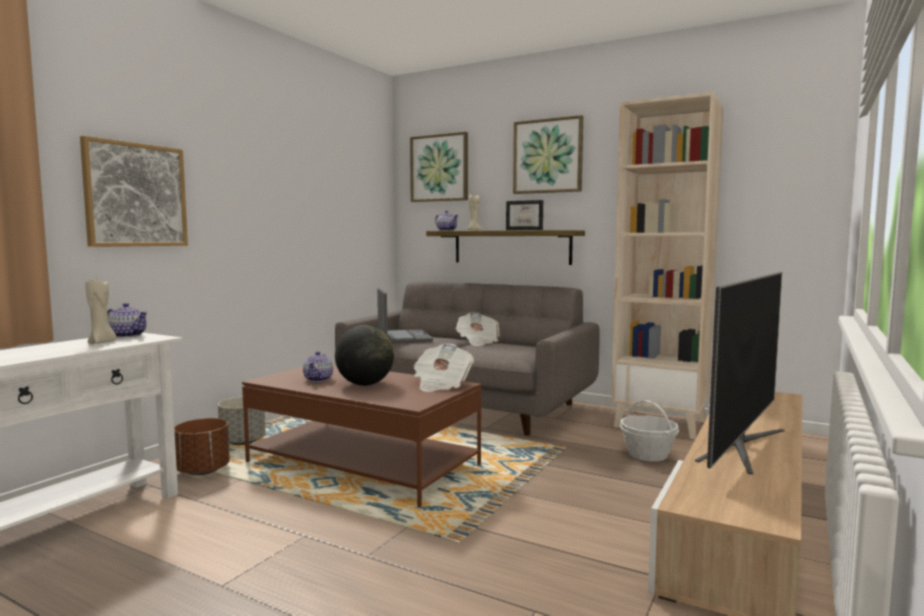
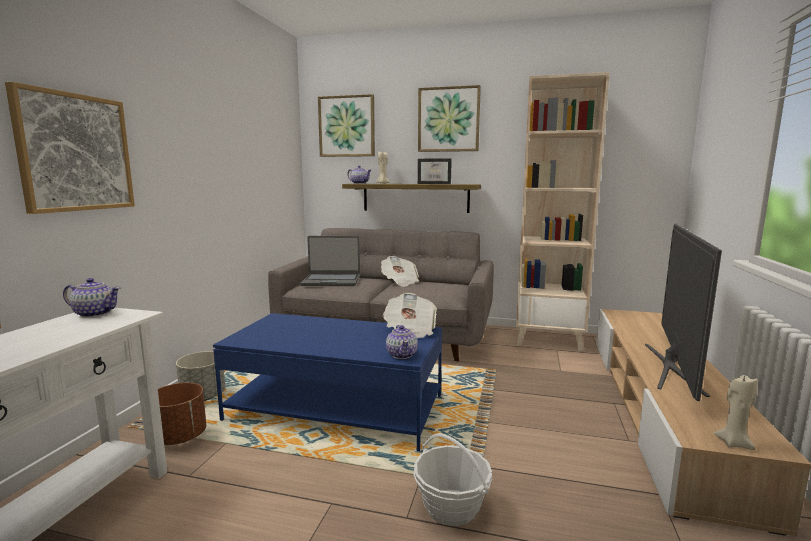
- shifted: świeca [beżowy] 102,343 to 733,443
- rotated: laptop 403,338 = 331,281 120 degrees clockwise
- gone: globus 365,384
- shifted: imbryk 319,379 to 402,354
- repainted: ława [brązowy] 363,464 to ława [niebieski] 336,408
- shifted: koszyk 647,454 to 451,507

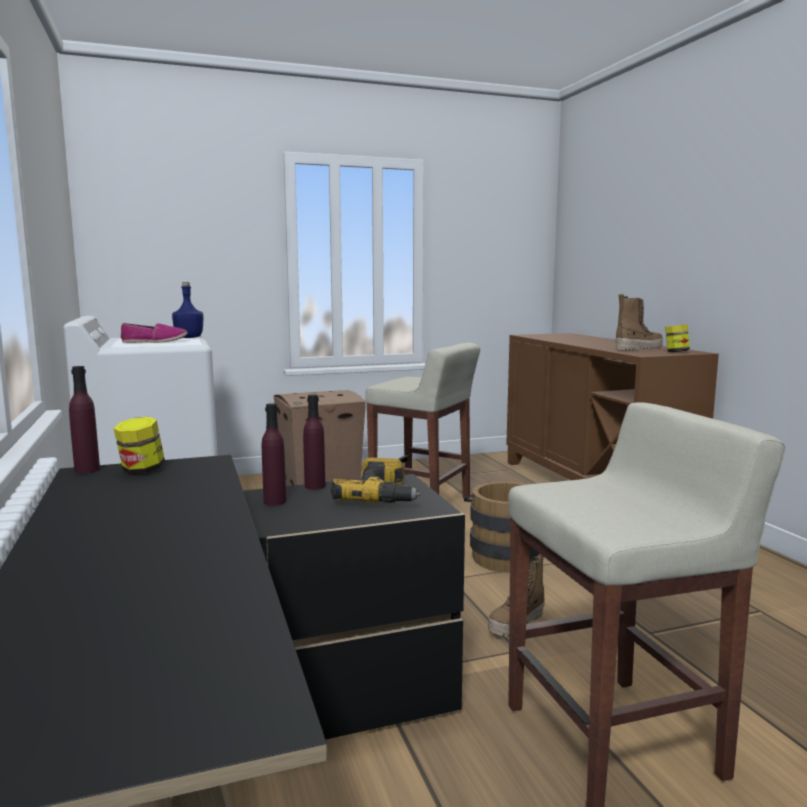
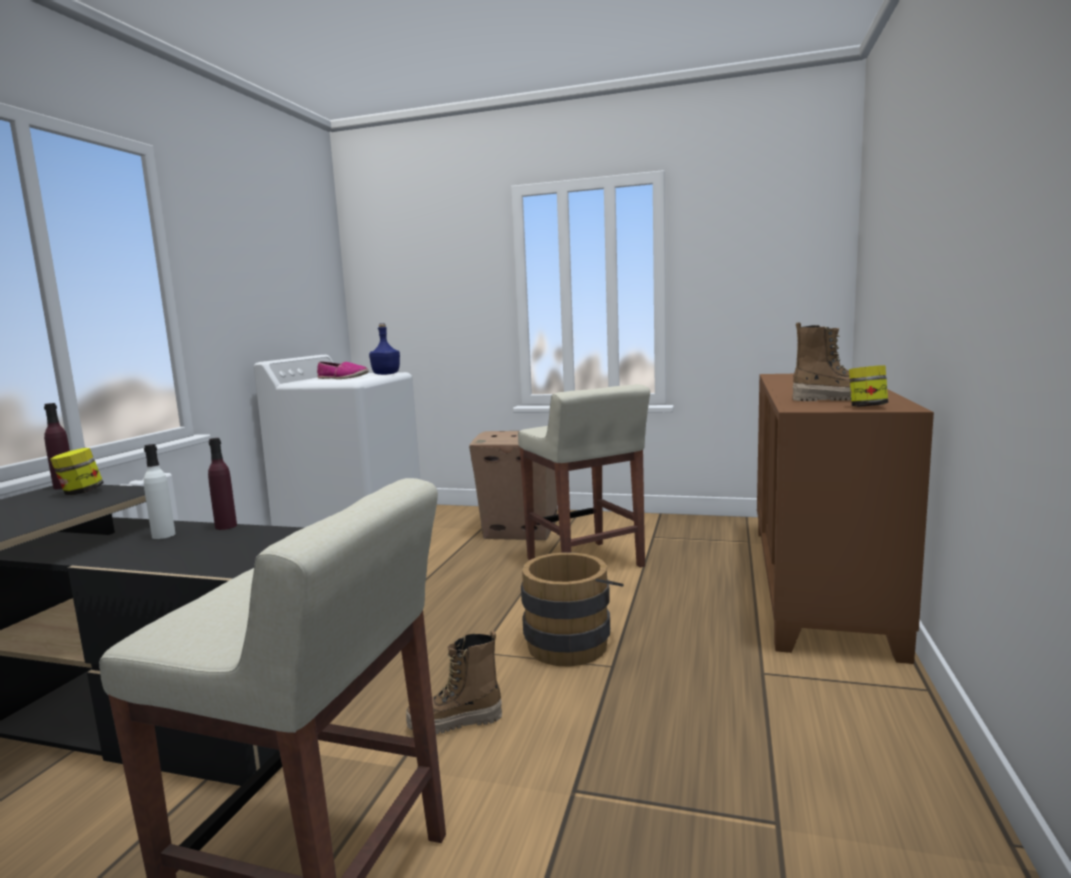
- repainted: butelka [fioletowy] 274,501 to butelka [biały] 163,535
- gone: wiertarka 382,496

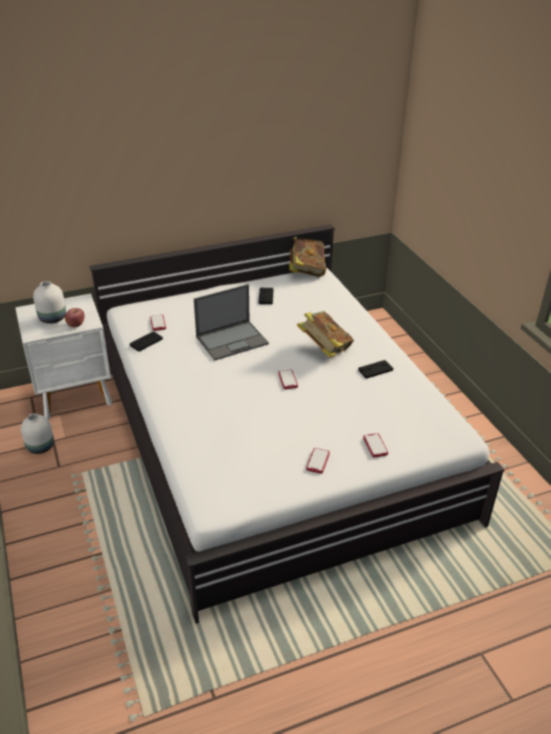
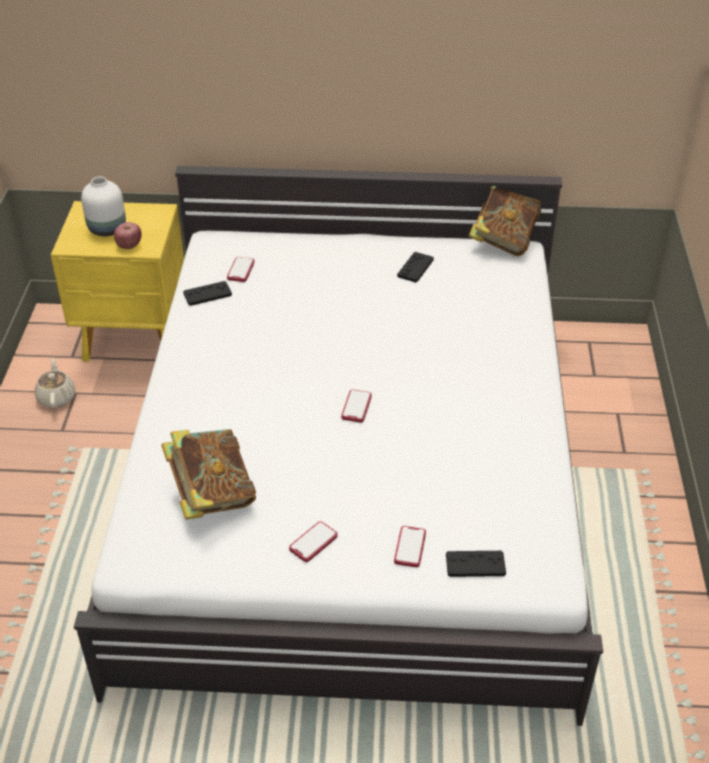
- gone: laptop 232,340
- repainted: szafka nocna [biały] 75,395 to szafka nocna [żółty] 137,338
- shifted: książka 324,349 to 211,495
- shifted: pad do gier [czarny] 375,370 to 475,564
- swapped: wazon [biały] 41,447 to imbryk [beżowy] 57,397

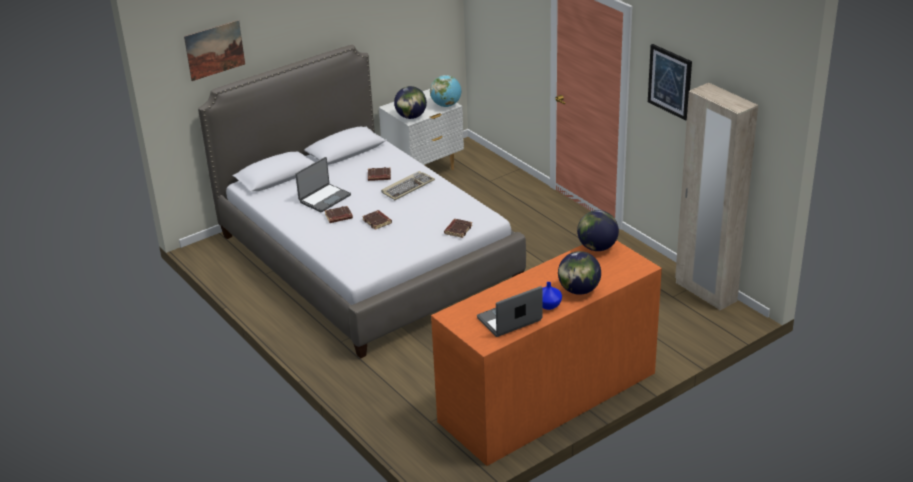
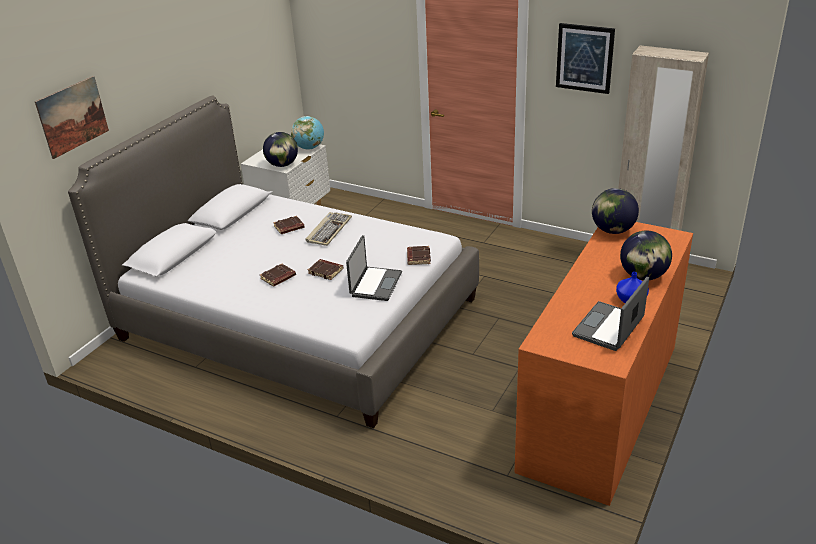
- shifted: laptop 324,198 to 375,284

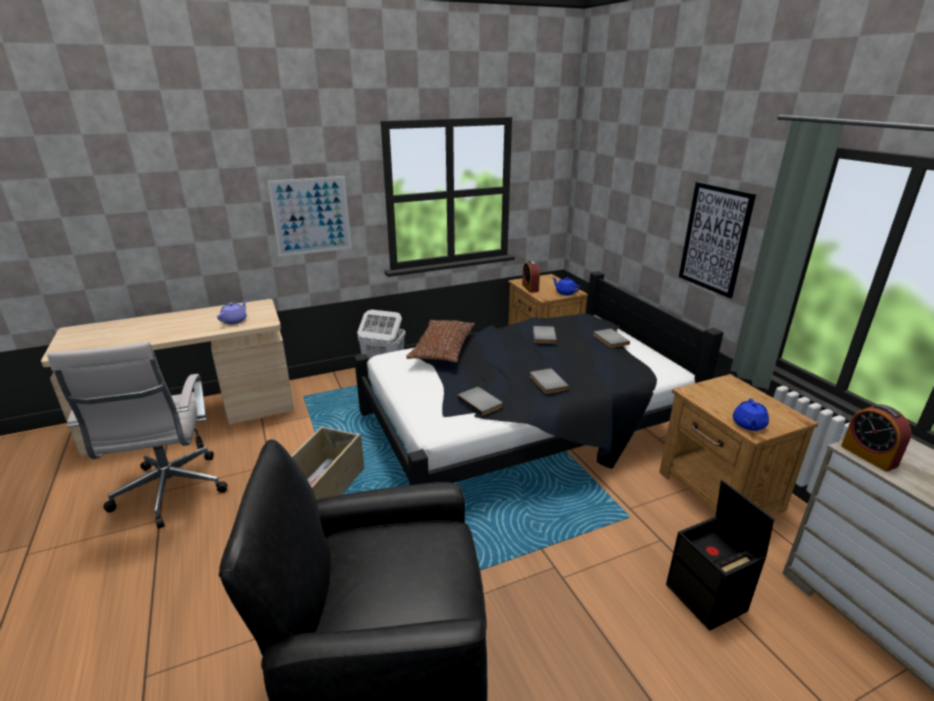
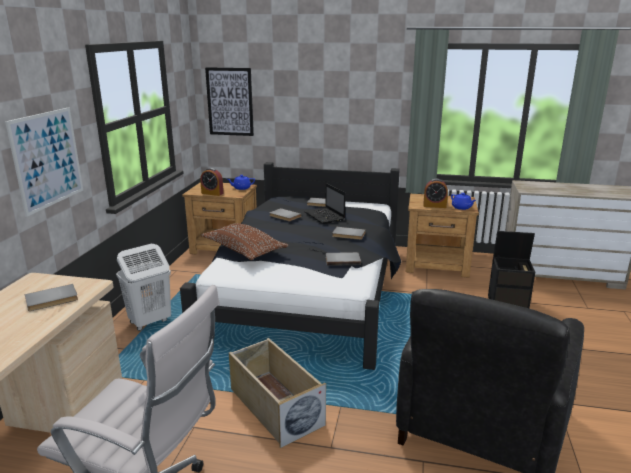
- shifted: obraz 714,239 to 230,102
- swapped: imbryk [fioletowy] 235,320 to książka [szary] 52,300
- shifted: budzik 868,455 to 434,206
- new: laptop 325,216

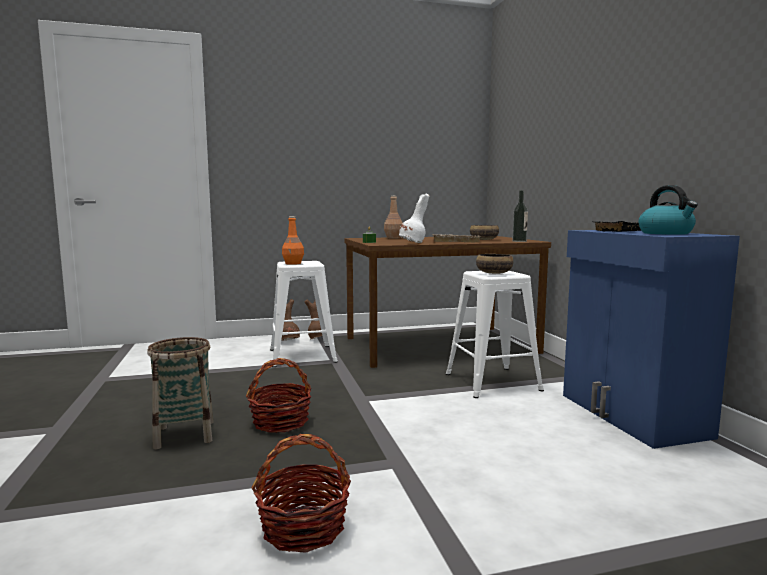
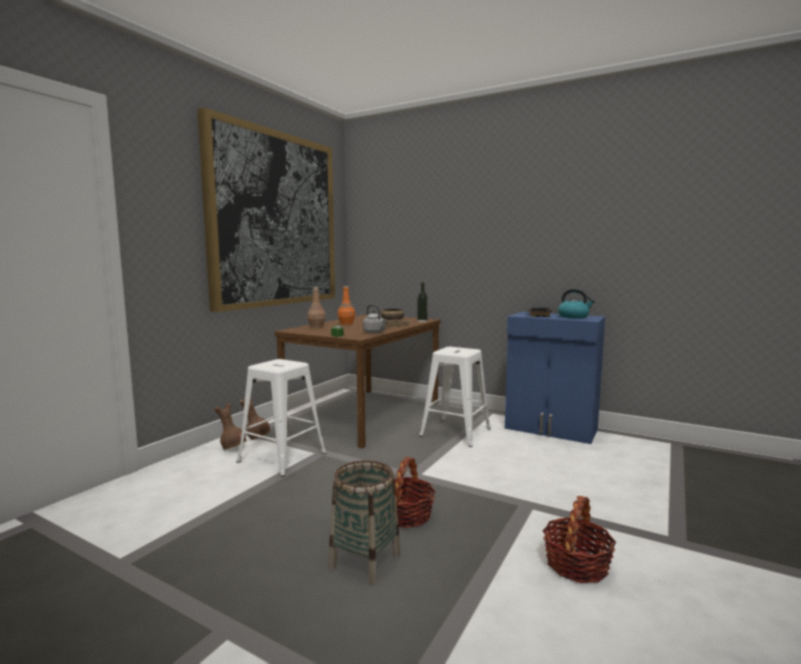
- swapped: wazon [biały] 413,243 to czajnik [szary] 375,332
- shifted: butelka [pomarańczowy] 293,263 to 346,323
- gone: miska 493,273
- new: obraz 275,220

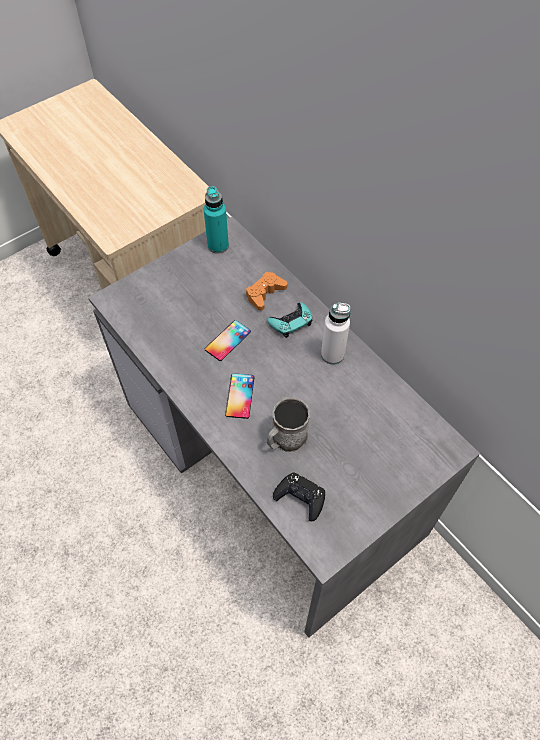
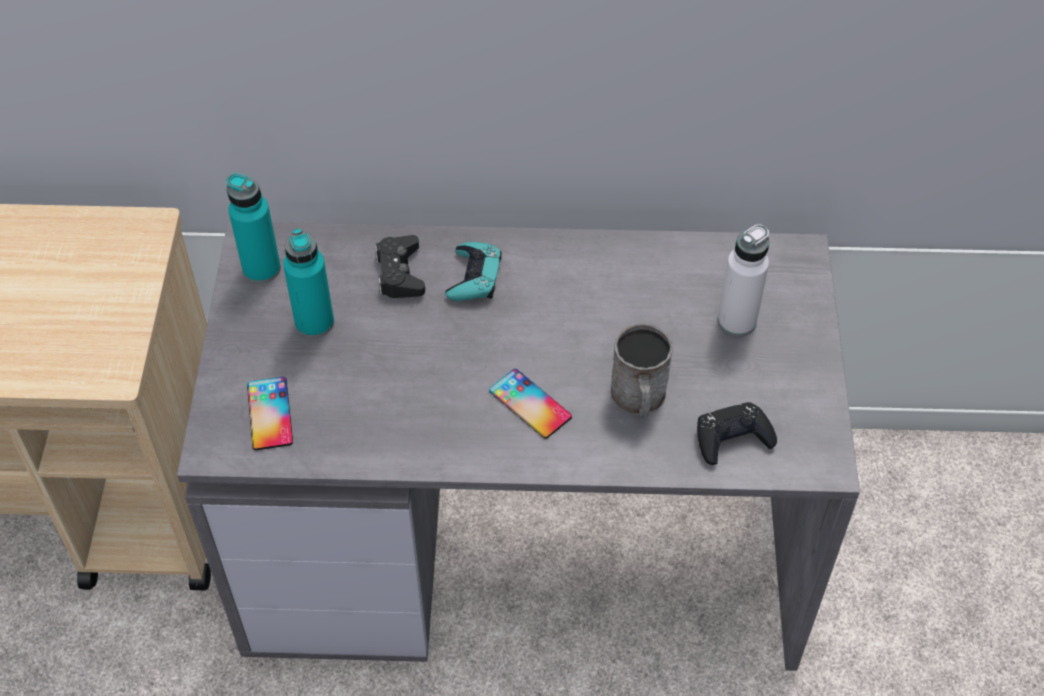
- repainted: pad do gier [pomarańczowy] 265,293 to pad do gier [czarny] 399,273
- shifted: butelka [biały] 332,354 to 736,321
- shifted: telefon 227,340 to 270,413
- new: butelka [turkusowy] 314,322

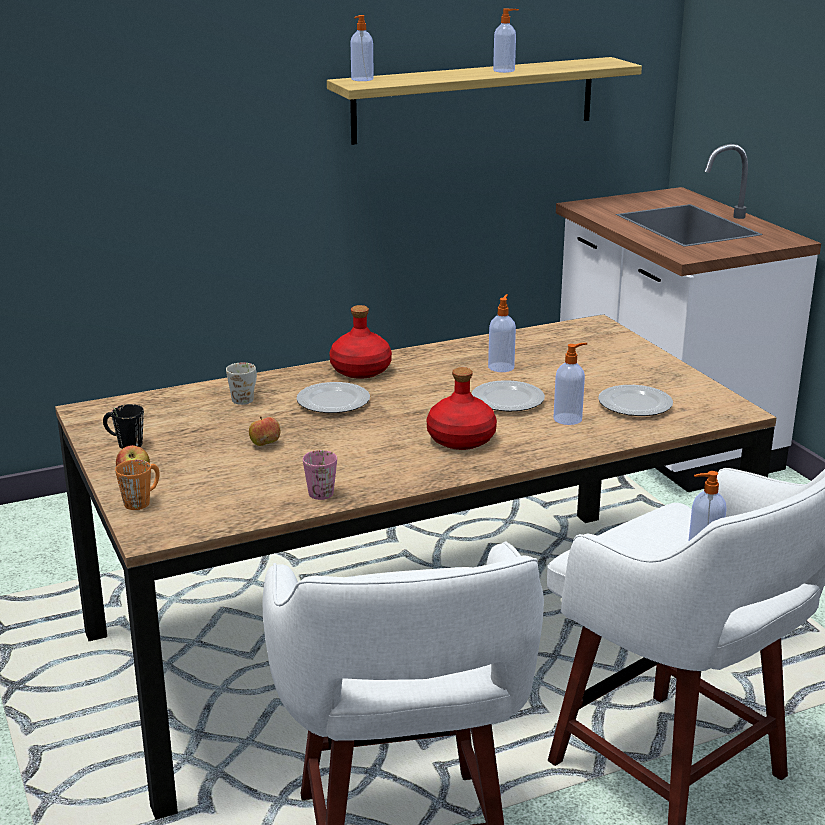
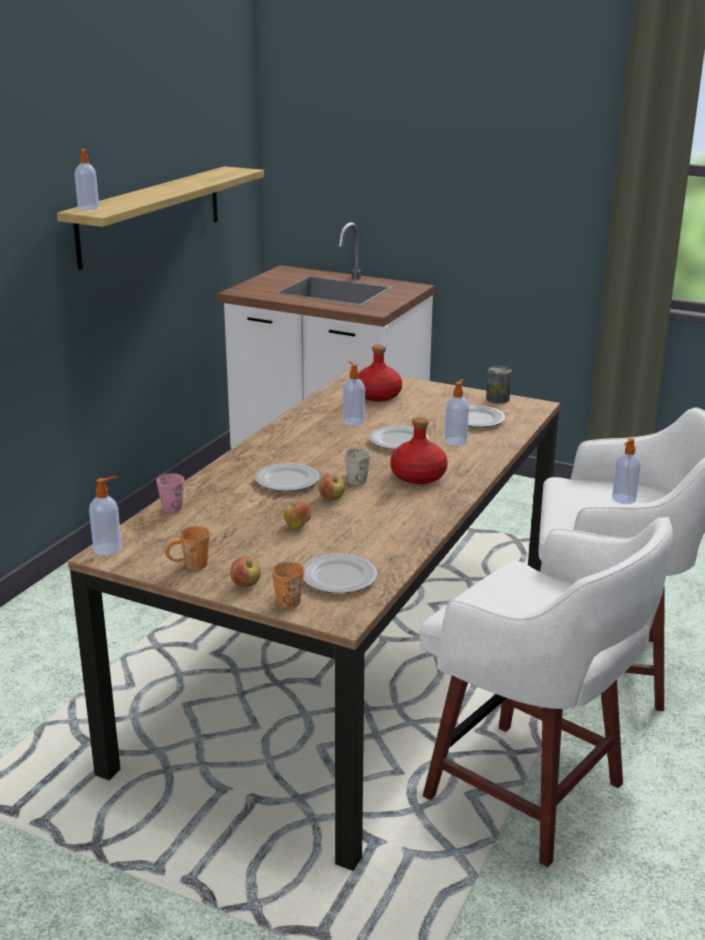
- shifted: dozownik mydła 505,70 to 108,549
- shifted: butelka [czerwony] 360,370 to 377,395
- shifted: kubek [biały] 246,397 to 355,478
- repainted: kubek [czarny] 124,443 to kubek [pomarańczowy] 188,565
- shifted: kubek [różowy] 322,490 to 169,506
- new: puszka 497,399
- new: jabłko 331,498
- new: talerz 339,578

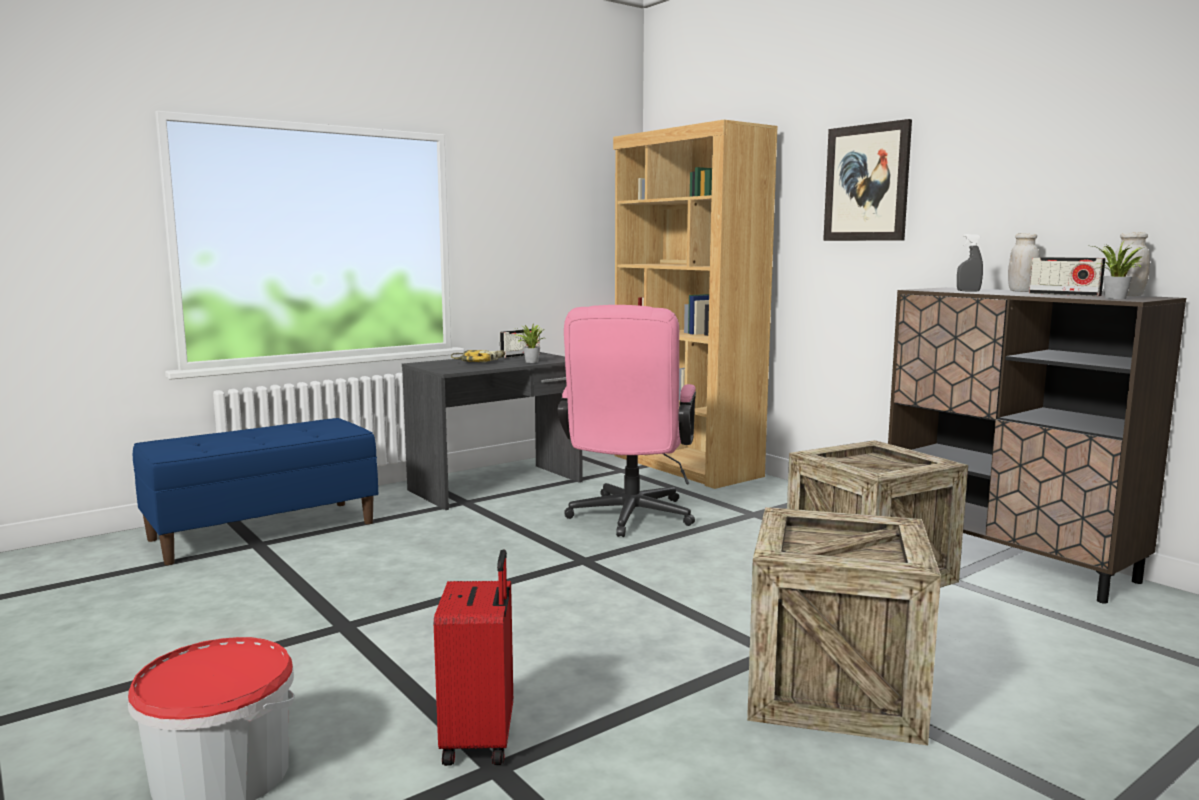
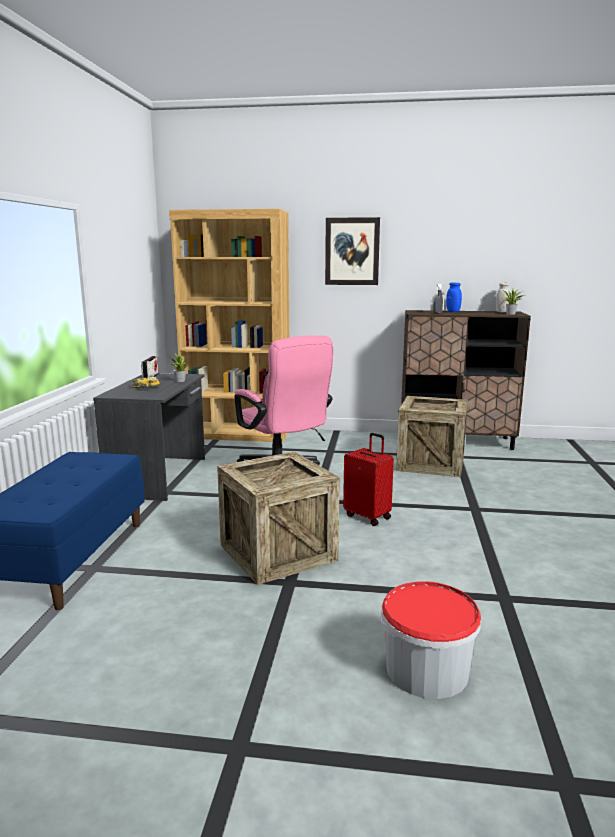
- repainted: słoik [biały] 1021,291 to słoik [niebieski] 453,311
- gone: radio 1064,294
- shifted: skrzynka 834,689 to 278,553
- shifted: walizka [czerwony] 481,740 to 368,516

